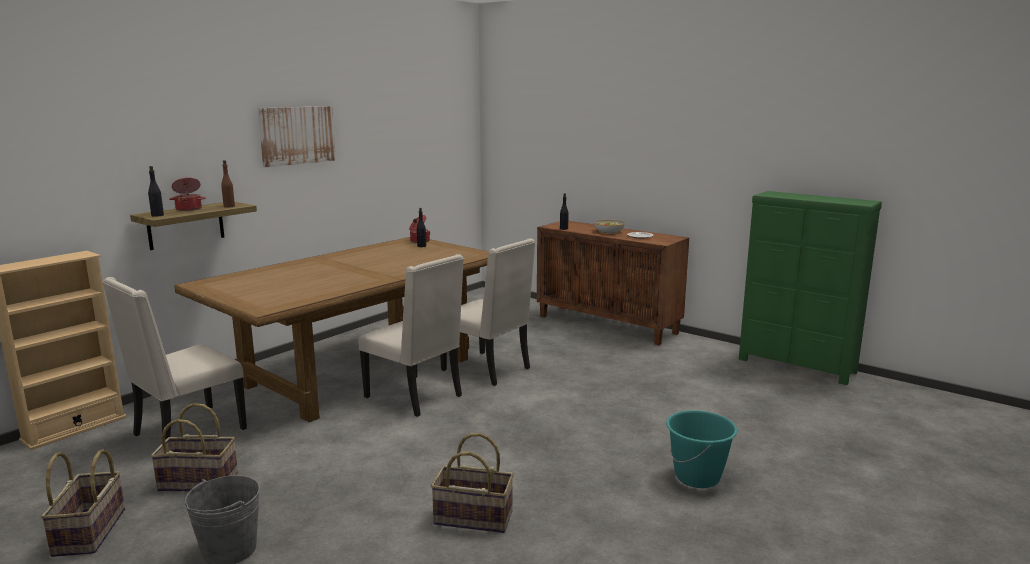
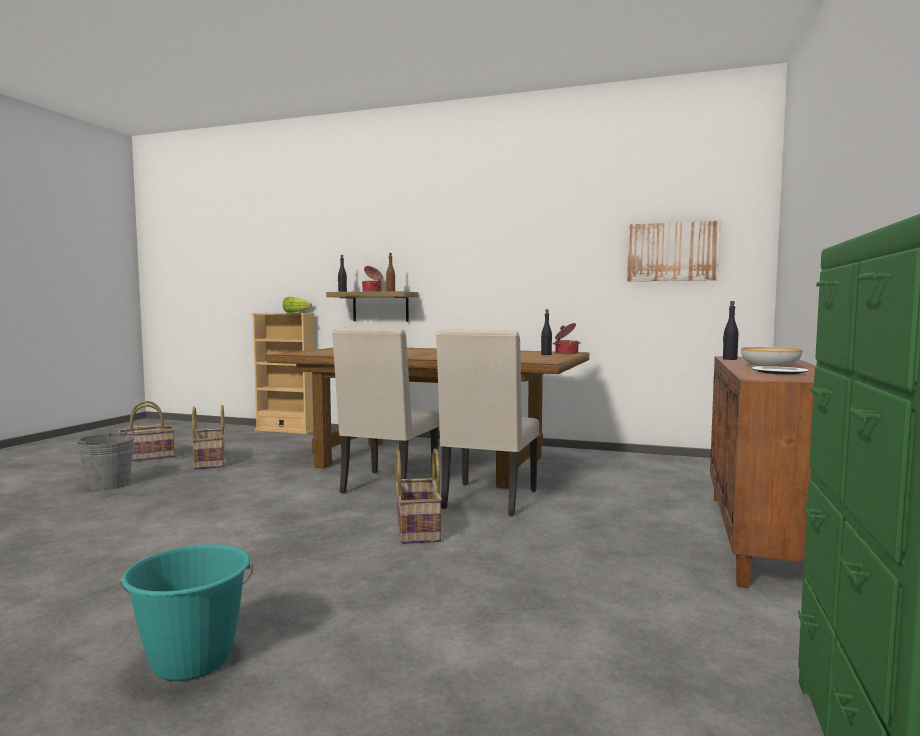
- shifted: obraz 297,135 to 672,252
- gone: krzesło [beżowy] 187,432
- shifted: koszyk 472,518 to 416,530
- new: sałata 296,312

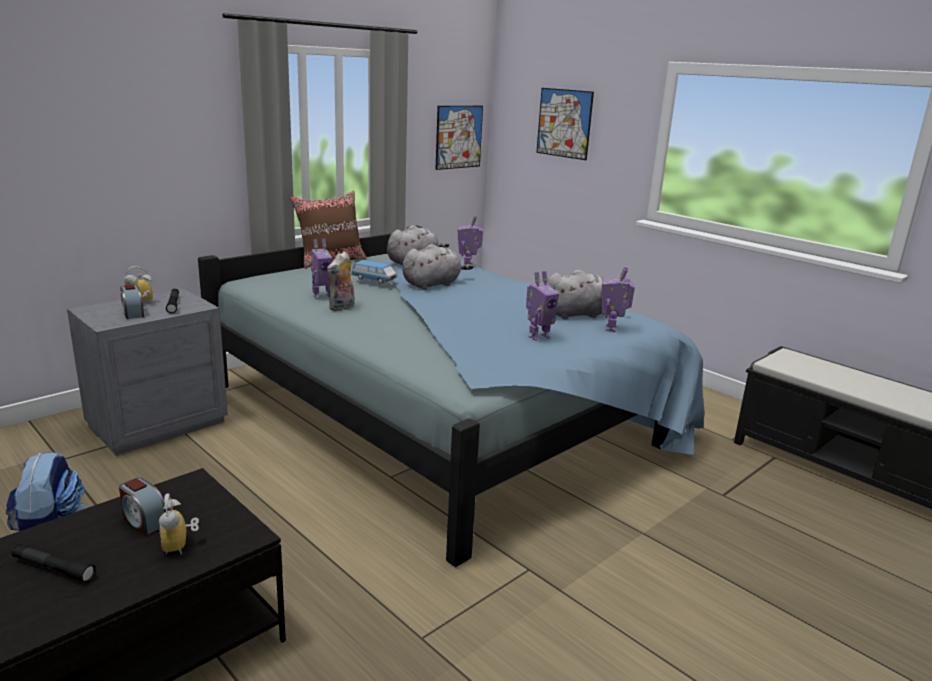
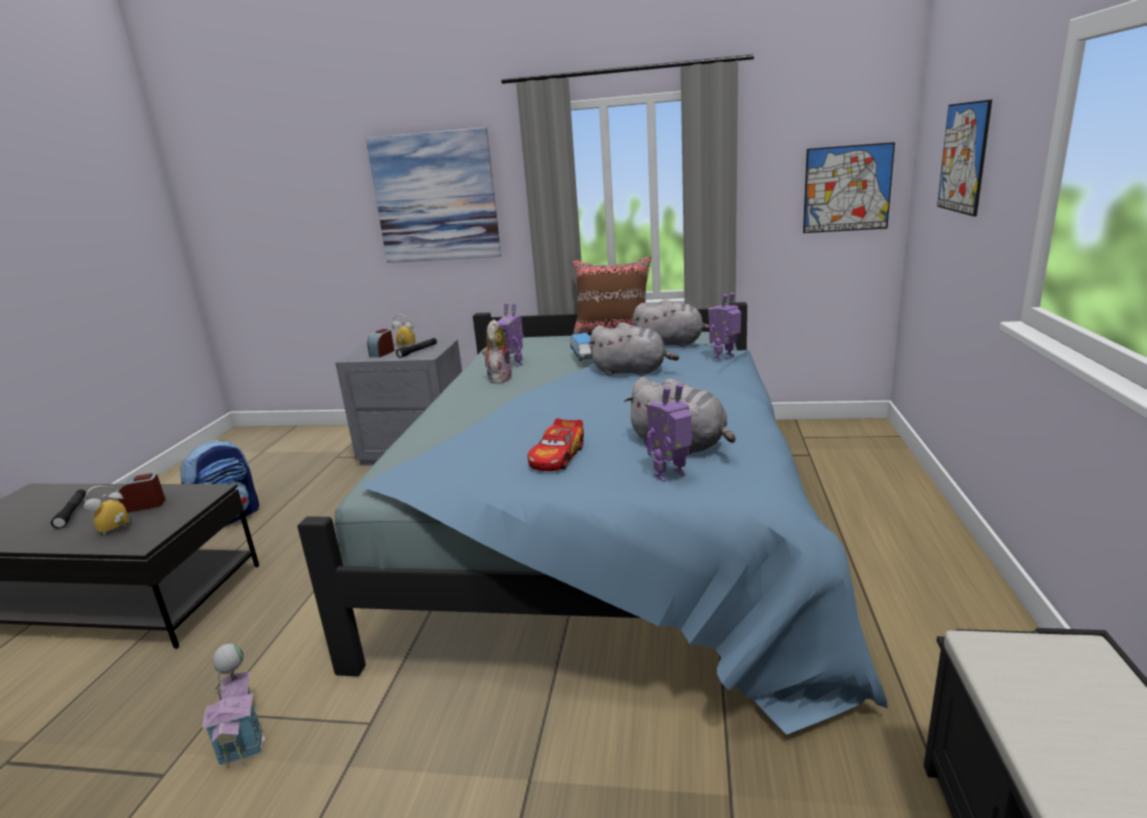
- rotated: pluszak 342,308 = 499,378 105 degrees clockwise
- swapped: robot zabawkowy 538,336 to samochodzik 558,456
- rotated: budzik 144,521 = 145,505 75 degrees clockwise
- new: obraz 435,197
- new: domek 243,735

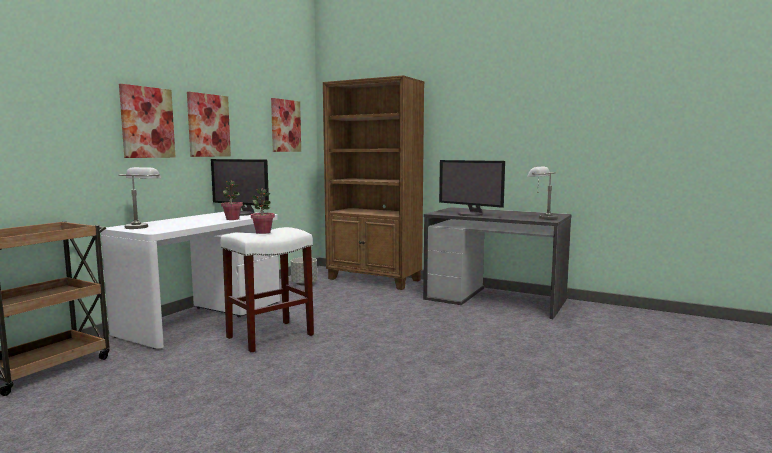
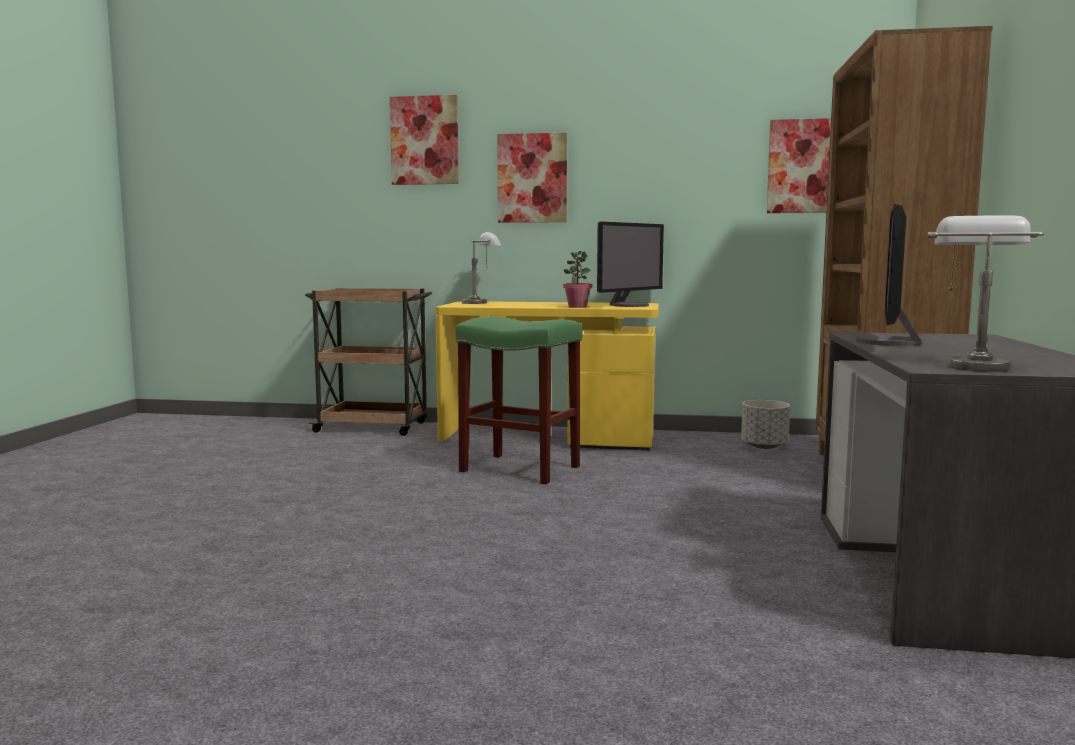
- shifted: obraz 208,125 to 424,140
- rotated: monitor 241,214 = 629,305 150 degrees counterclockwise
- gone: roślina doniczkowa 263,232
- repainted: biurko [biały] 203,318 to biurko [żółty] 550,437
- repainted: stołek [biały] 269,336 to stołek [zielony] 518,469

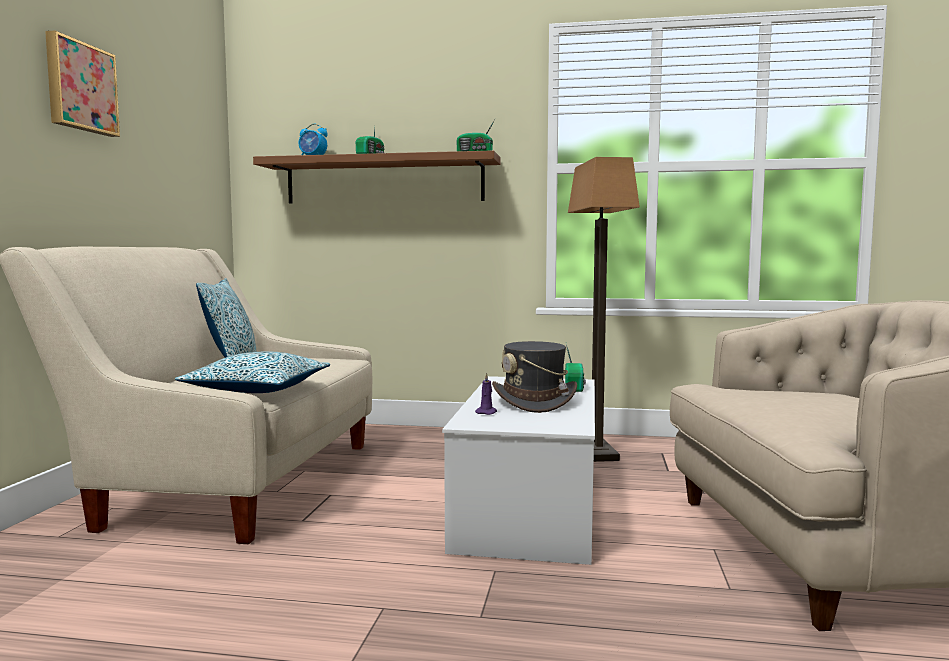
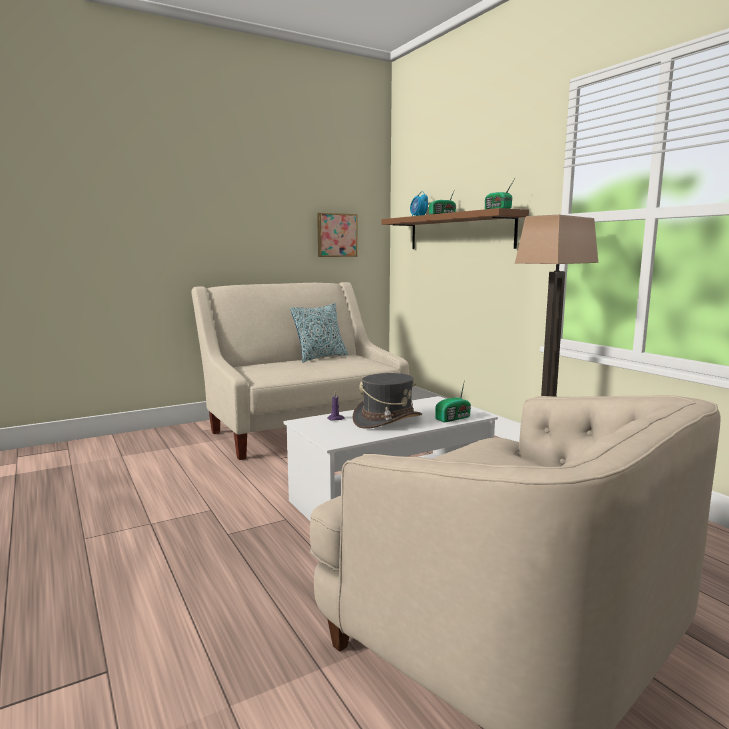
- shifted: obraz 80,87 to 336,235
- gone: poduszka 257,389

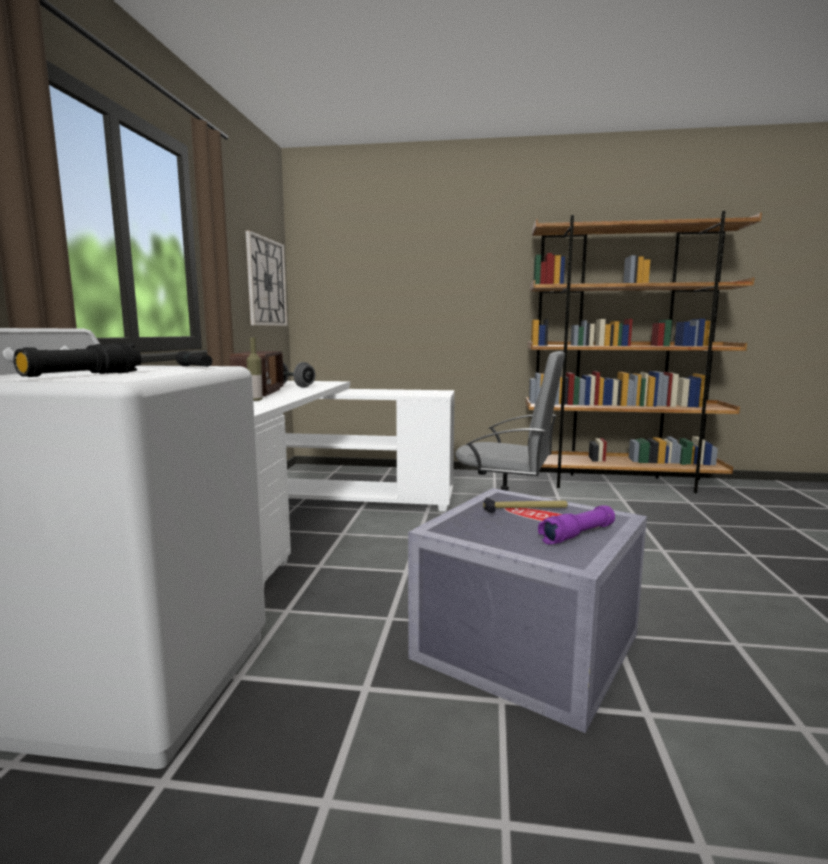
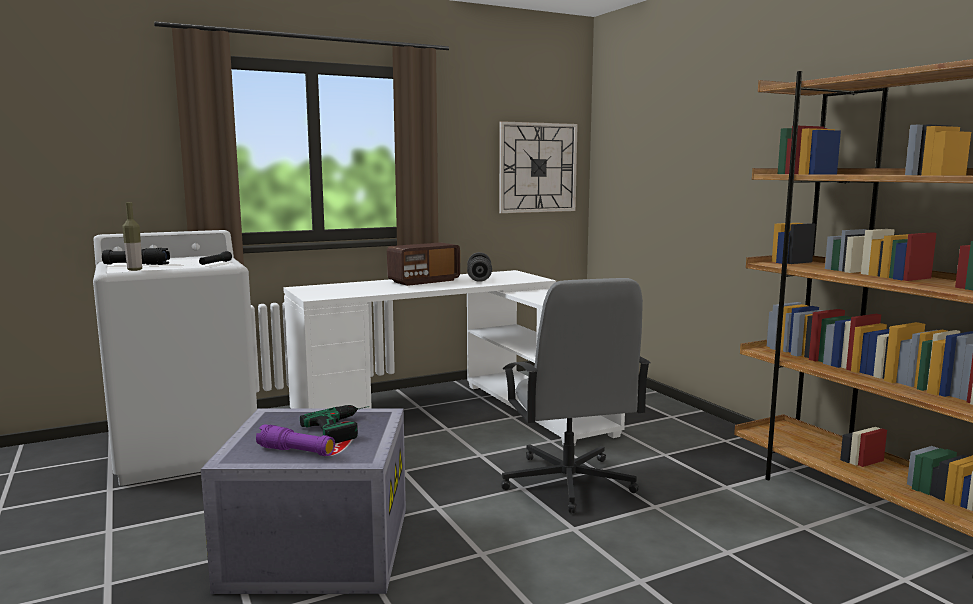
- shifted: butelka 256,400 to 135,270
- swapped: młotek 524,510 to wiertarka 346,427

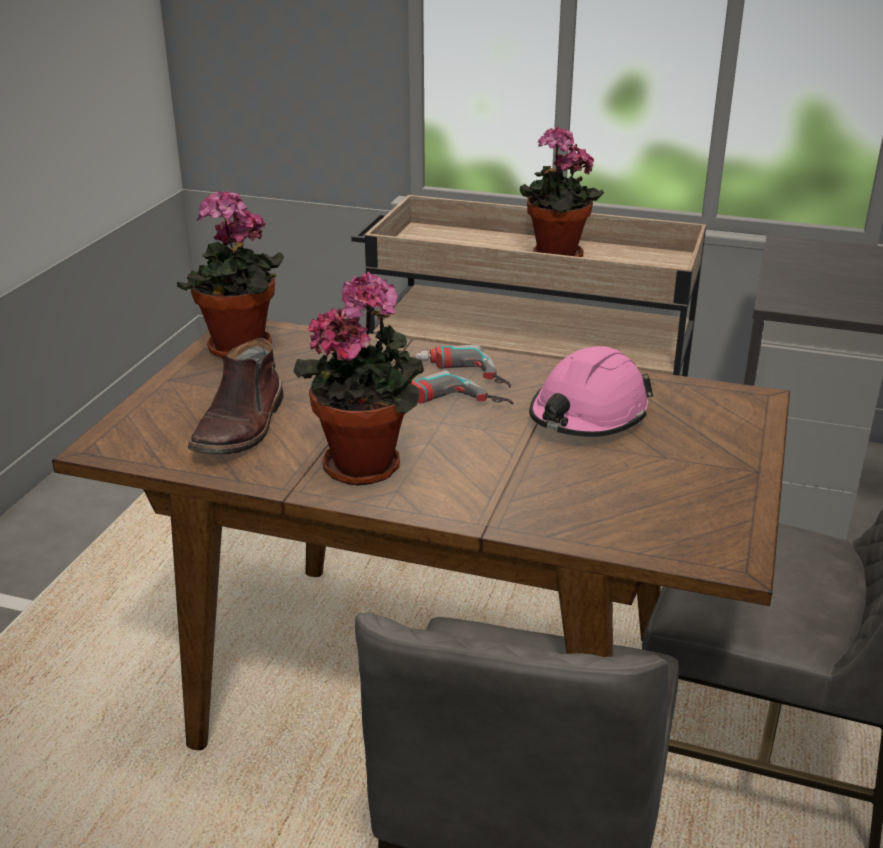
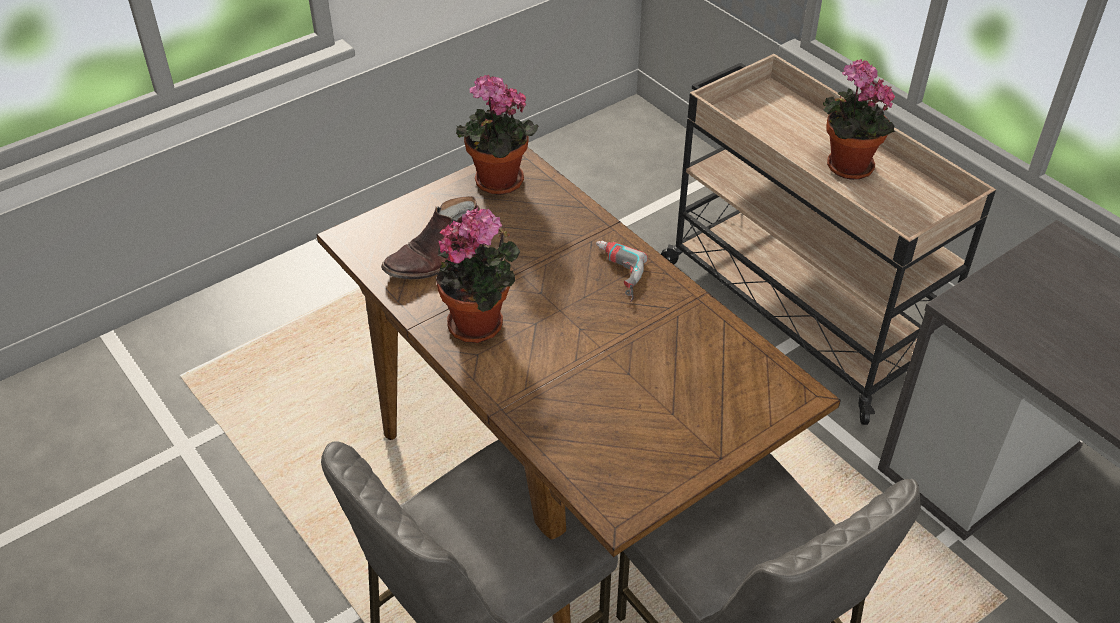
- gone: kask [różowy] 588,416
- gone: wiertarka 450,406

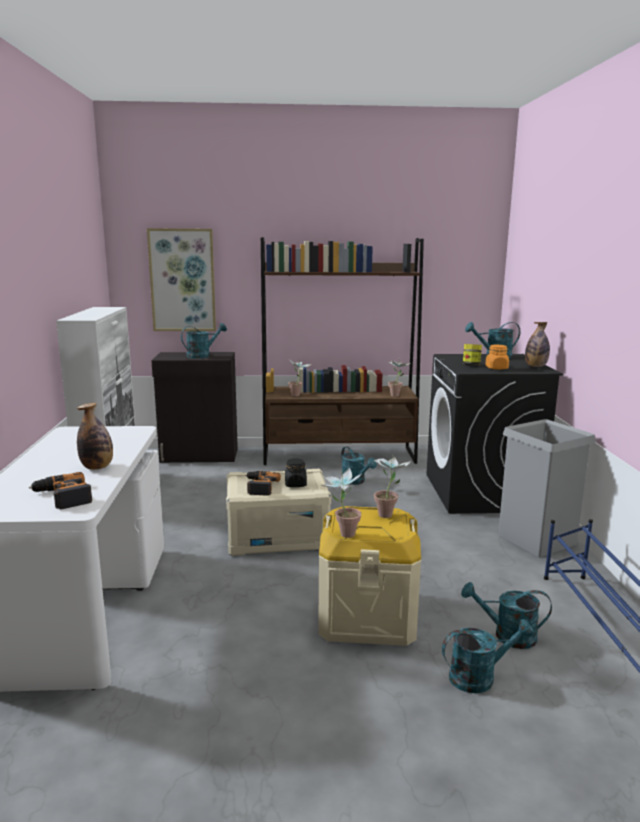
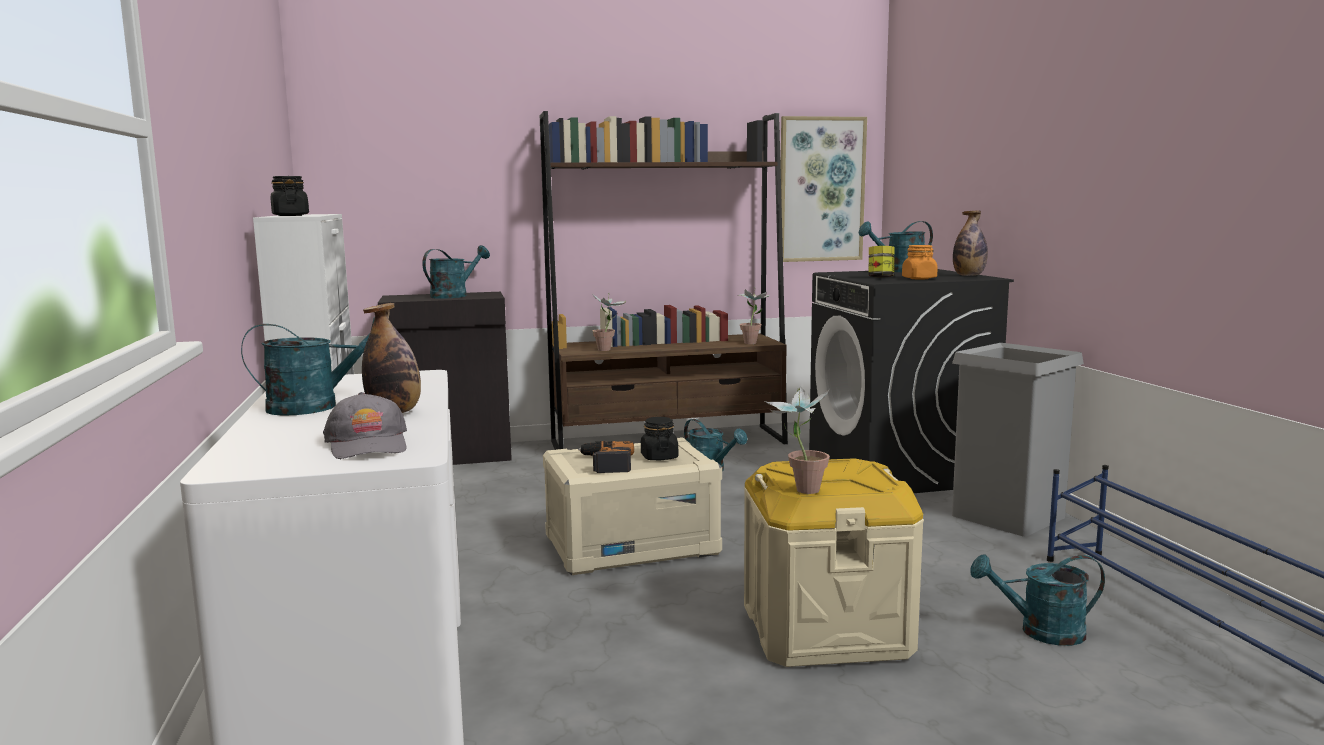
- shifted: obraz 182,280 to 821,189
- gone: roślina doniczkowa 389,513
- swapped: wiertarka 62,497 to czapka z daszkiem [szary] 368,445
- shifted: konewka [turkusowy] 479,677 to 316,406
- new: słoik [czarny] 290,215

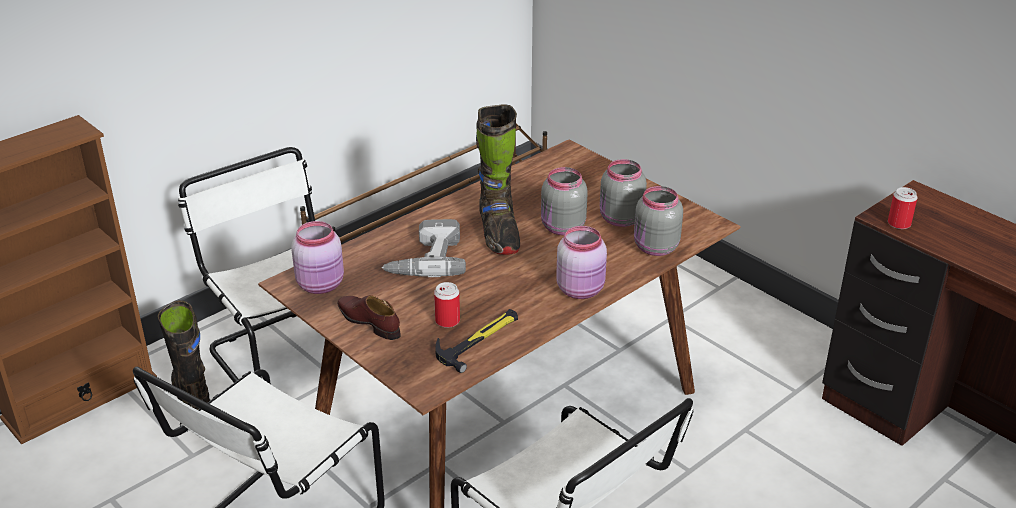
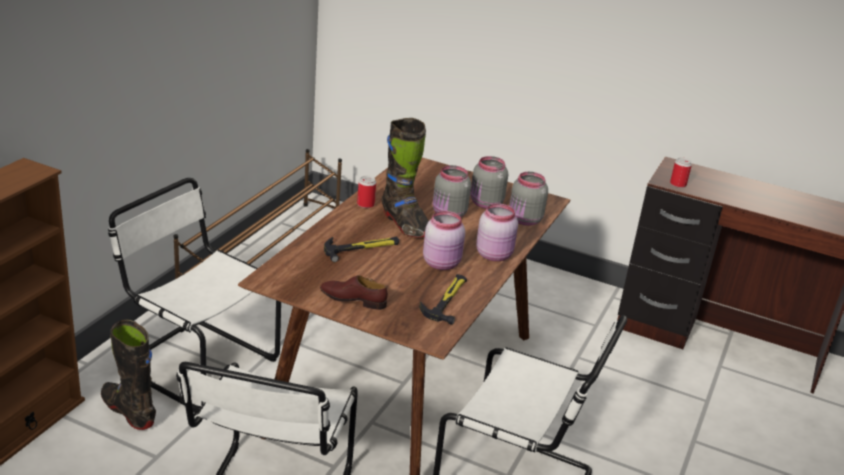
- swapped: wiertarka 425,258 to młotek 362,248
- shifted: słoik [różowy] 322,285 to 442,263
- shifted: puszka 447,321 to 365,204

